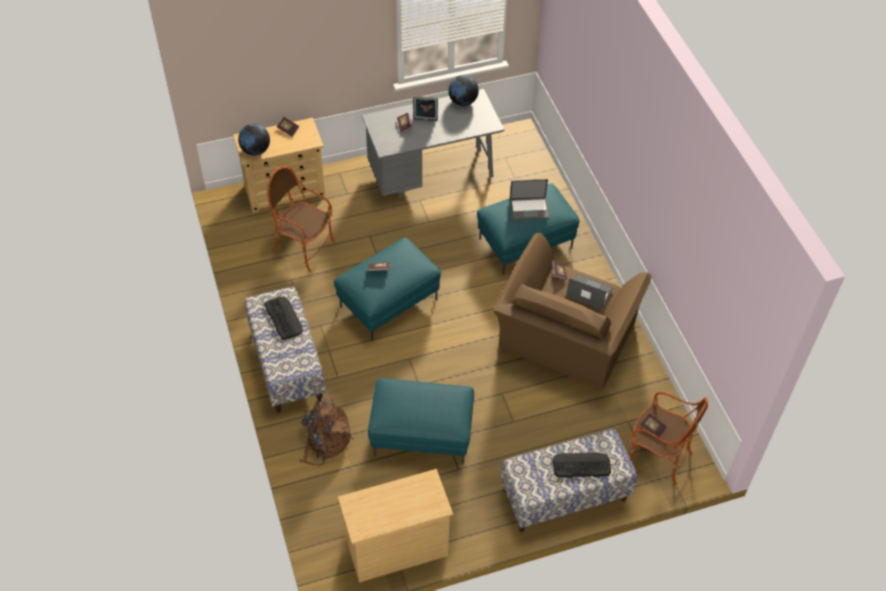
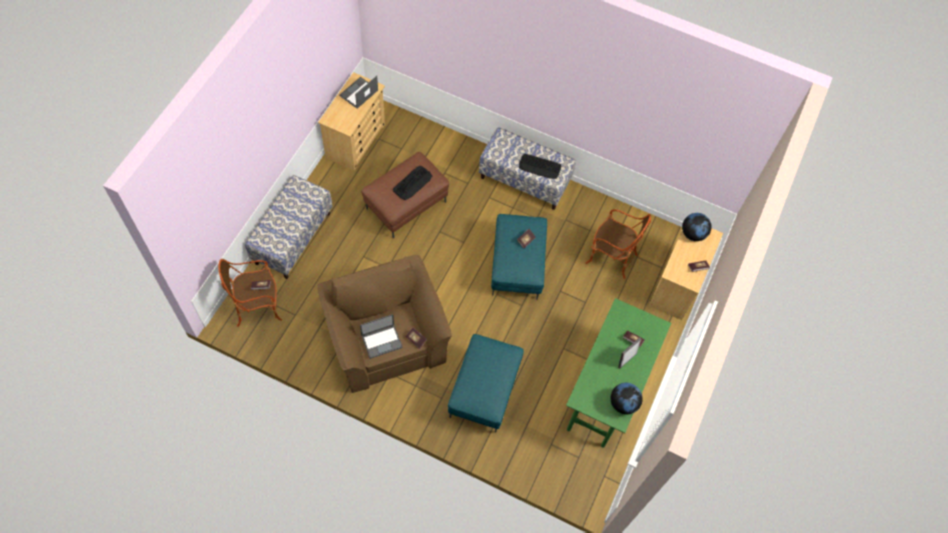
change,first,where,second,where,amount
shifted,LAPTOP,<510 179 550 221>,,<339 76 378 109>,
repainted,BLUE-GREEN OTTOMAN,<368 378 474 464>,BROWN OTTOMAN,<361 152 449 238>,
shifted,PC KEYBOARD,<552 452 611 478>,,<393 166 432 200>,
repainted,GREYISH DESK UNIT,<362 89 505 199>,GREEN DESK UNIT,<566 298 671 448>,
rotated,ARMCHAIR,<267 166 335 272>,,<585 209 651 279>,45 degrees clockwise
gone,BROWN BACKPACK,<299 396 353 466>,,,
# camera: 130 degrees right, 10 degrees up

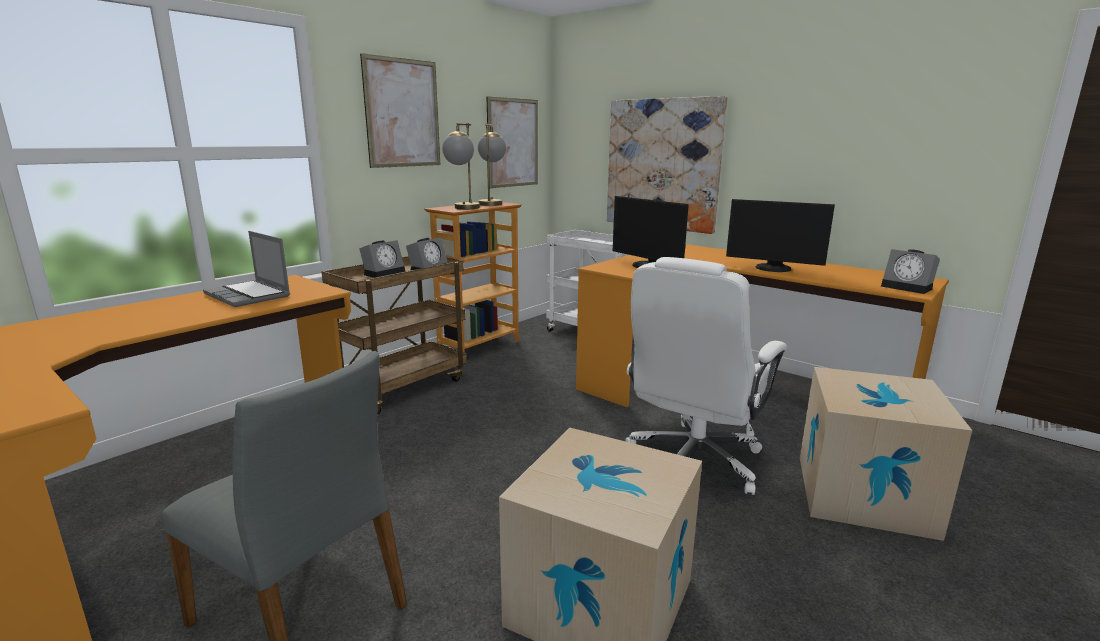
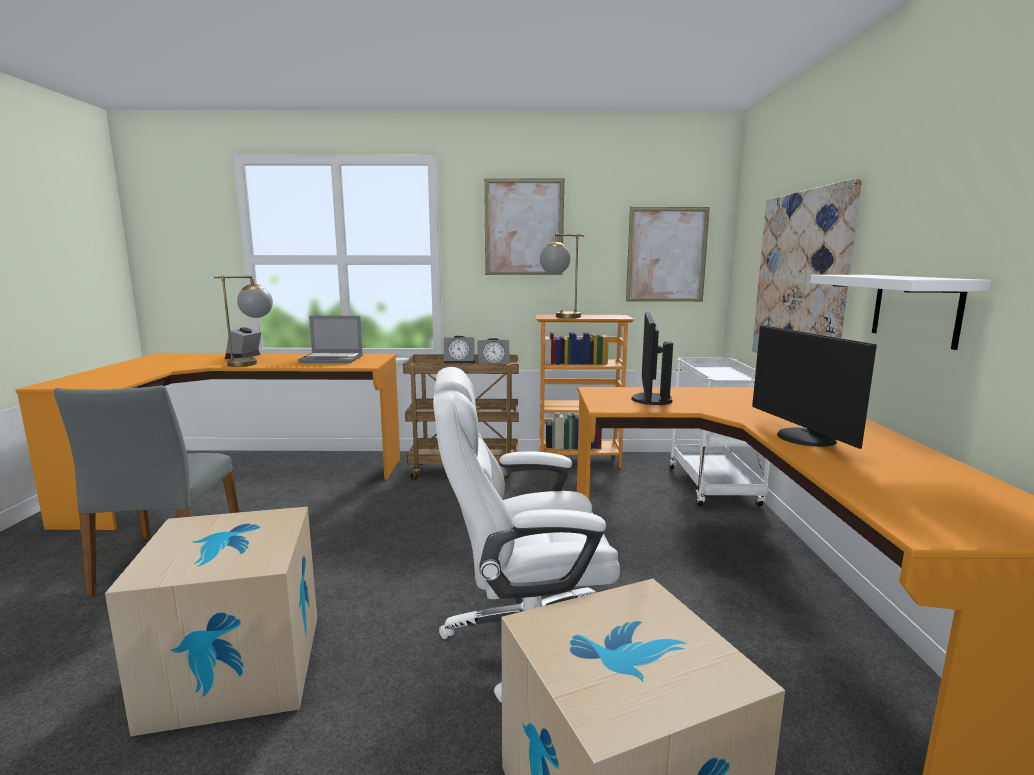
change,first,where,second,where,amount
shifted,LAMP FOR A TABLE,<478 123 506 206>,,<214 276 273 367>,
shifted,TABLE CLOCK,<881 249 940 294>,,<225 327 261 359>,
rotated,LAPTOP,<203 231 290 307>,,<298 316 363 363>,90 degrees counterclockwise
new,,,WHITE WALL SHELF,<810 275 991 350>,
# camera: 50 degrees right, 5 degrees down

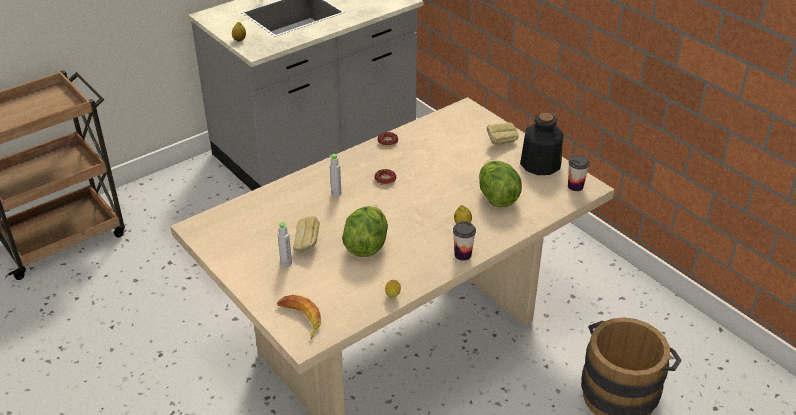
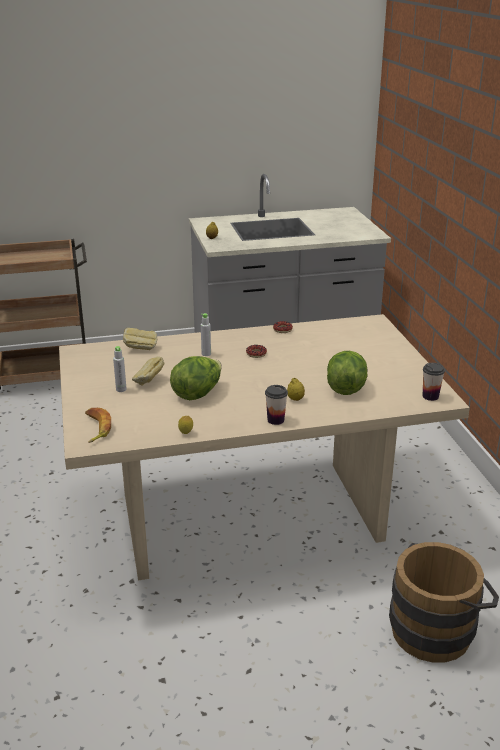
change,first,where,second,where,amount
shifted,BAKERY BREAD,<486 122 519 144>,,<123 328 157 350>,
gone,BEVERAGE BOTTLE,<520 113 563 175>,,,
# camera: 25 degrees right, 10 degrees down

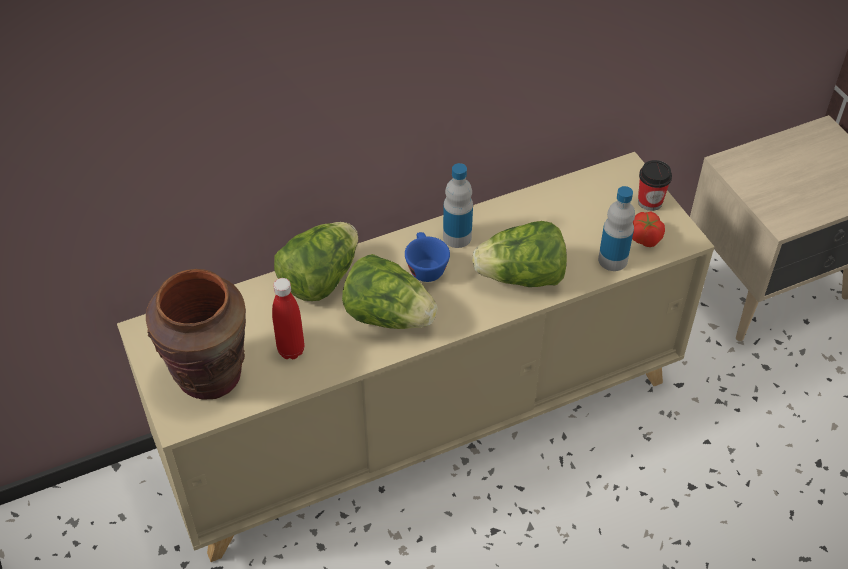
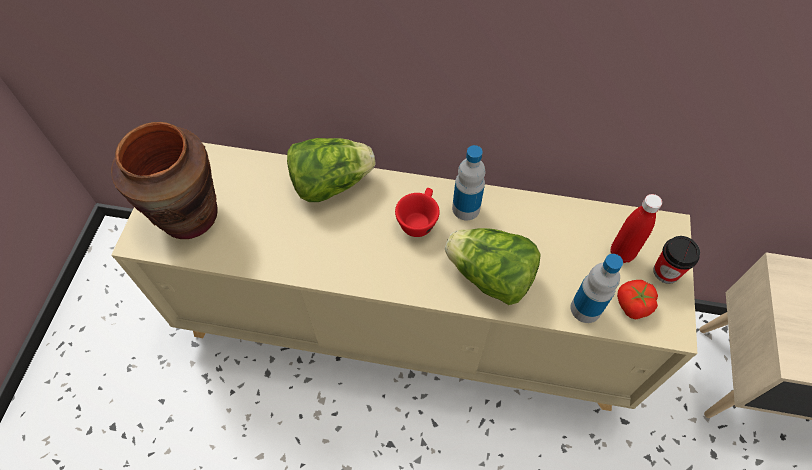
change,first,where,second,where,amount
repainted,BLUE DRINKING CUP,<405 232 450 282>,RED DRINKING CUP,<395 188 440 237>,
shifted,RED BEVERAGE BOTTLE,<272 278 304 359>,,<610 194 662 263>,
gone,HEAD OF LETTUCE,<342 254 438 329>,,,
# camera: 35 degrees right, 10 degrees up

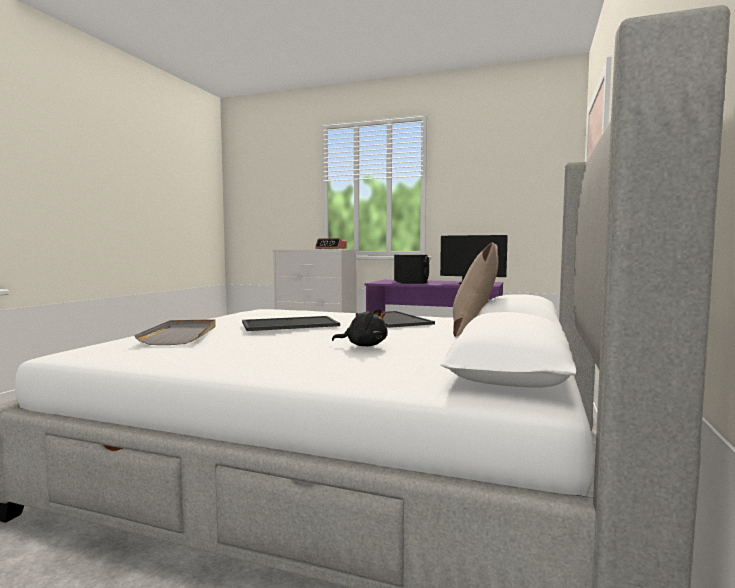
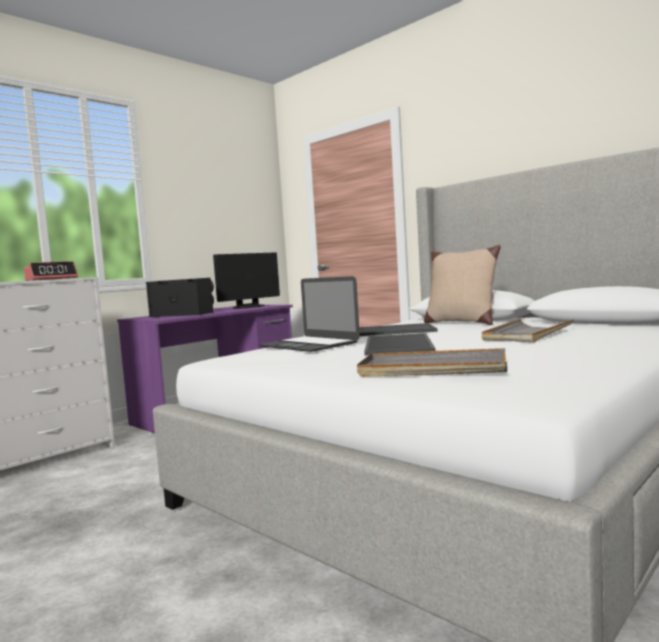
change,first,where,second,where,amount
new,,,LAPTOP,<258 276 360 352>,
swapped,BLACK-COLOURED PLUSH TOY,<332 309 388 346>,GREYISH CARRYING TRAY,<482 319 574 342>,
# camera: 65 degrees left, 0 degrees up

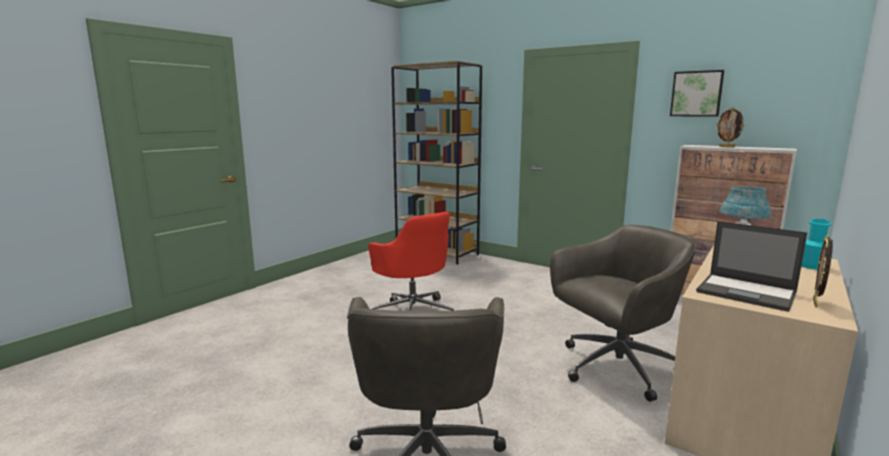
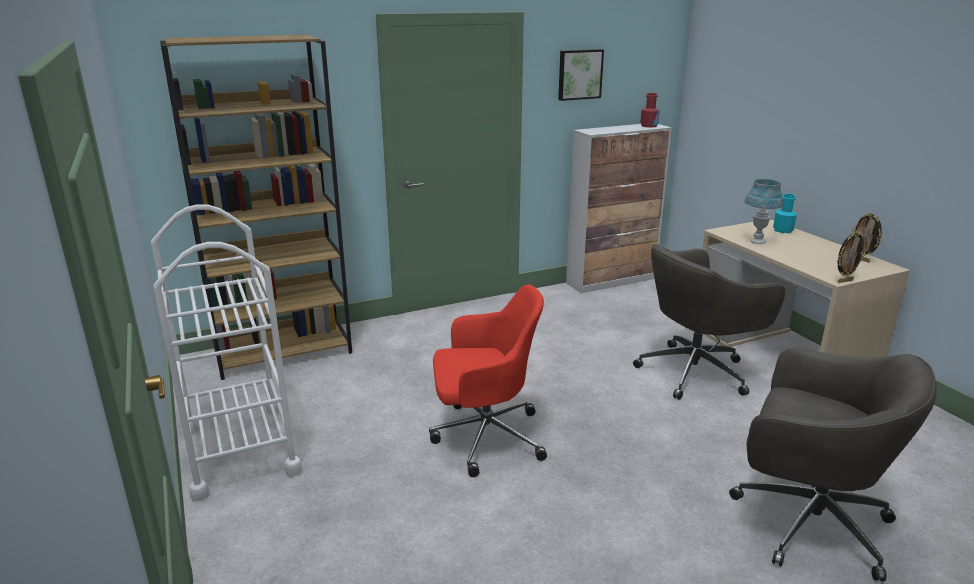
change,first,where,second,where,amount
new,,,WHITE WHEELED CART,<151 204 302 502>,
rotated,GREYISH DESK CHAIR,<550 225 697 402>,,<633 244 785 400>,120 degrees counterclockwise
new,,,RED BEVERAGE BOTTLE,<640 93 660 128>,
shifted,PICTURE FRAME,<715 107 745 147>,,<837 231 866 283>,
gone,LAPTOP,<696 221 808 312>,,,
# camera: 60 degrees left, 10 degrees up

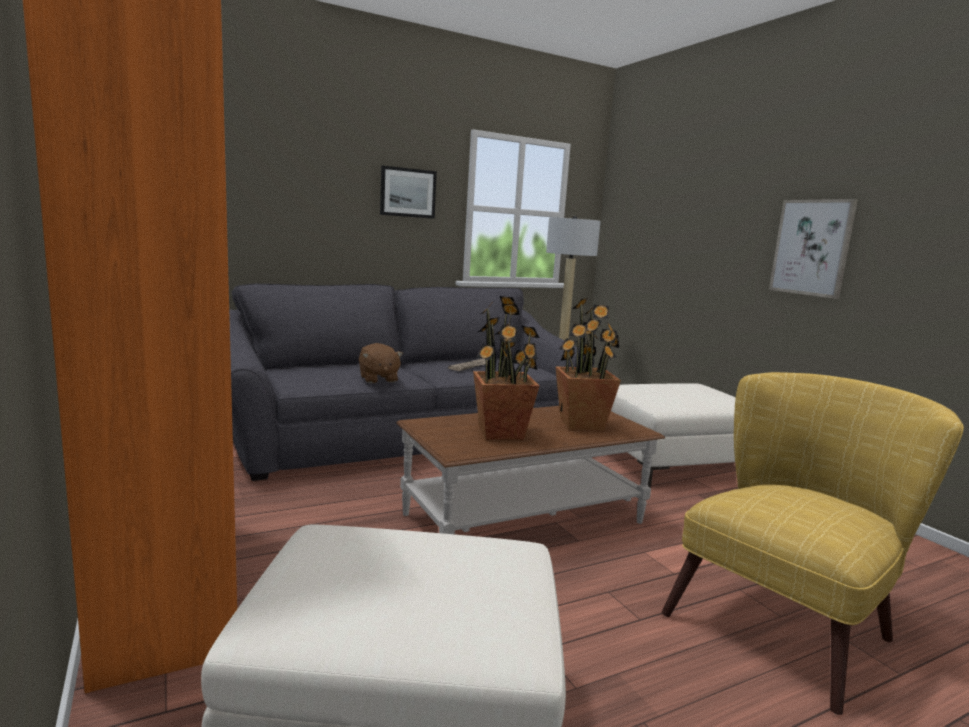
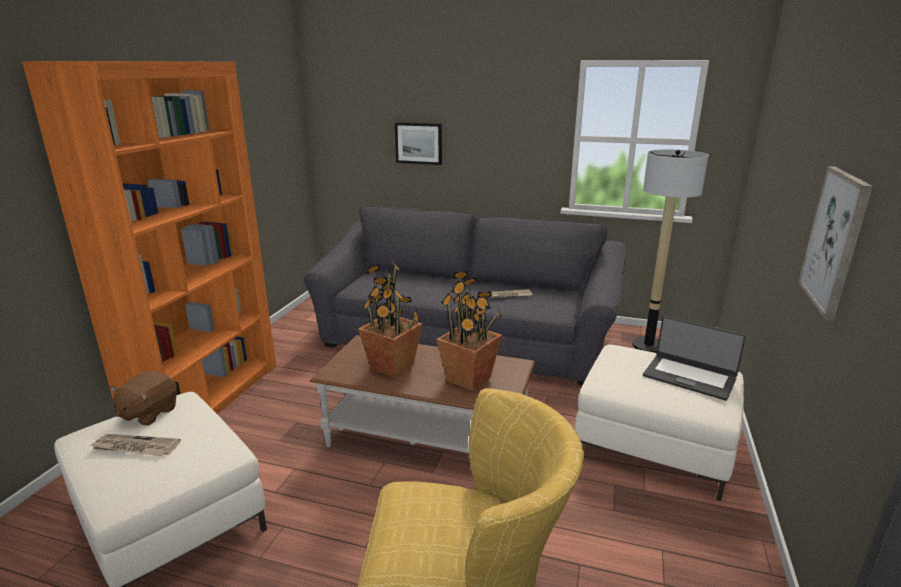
change,first,where,second,where,amount
new,,,DAILY PAPER,<91 434 181 456>,
shifted,BROWN PLUSH TOY,<359 343 403 383>,,<110 371 177 426>,
shifted,PICTURE,<380 166 437 219>,,<395 122 442 165>,
new,,,LAPTOP,<643 316 746 401>,
# camera: 45 degrees right, 10 degrees up

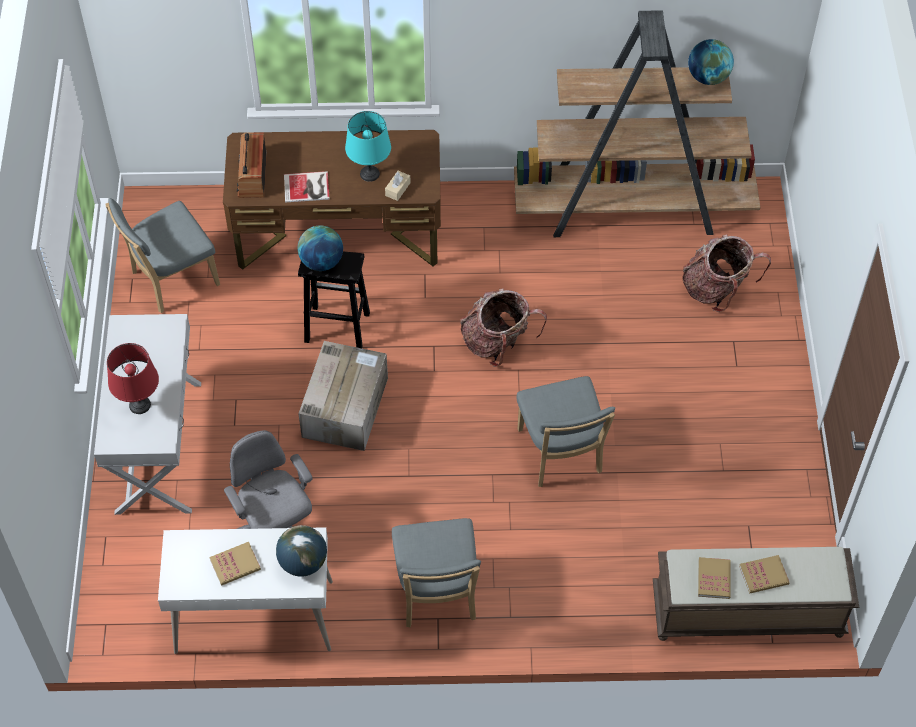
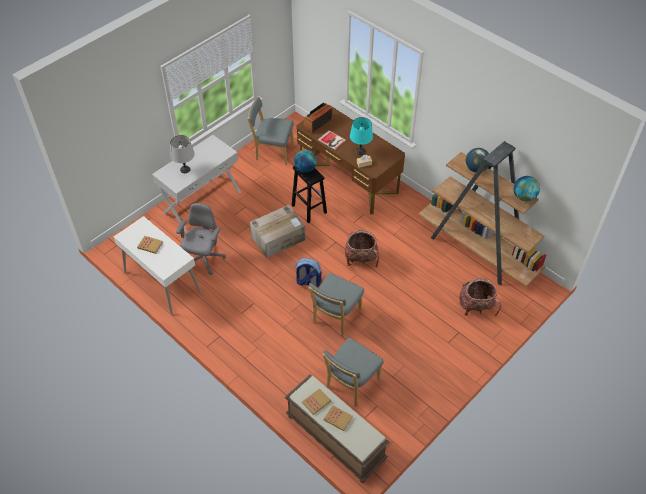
change,first,where,second,where,amount
repainted,RED LAMP FOR A TABLE,<107 343 159 414>,GREYISH LAMP FOR A TABLE,<170 135 195 173>,
new,,,BACKPACK,<295 258 322 287>,
shifted,GREYISH CHAIR,<392 518 481 628>,,<322 338 384 407>,
shifted,WORLD GLOBE,<276 525 327 577>,,<466 148 490 172>,
# camera: 45 degrees right, 5 degrees down

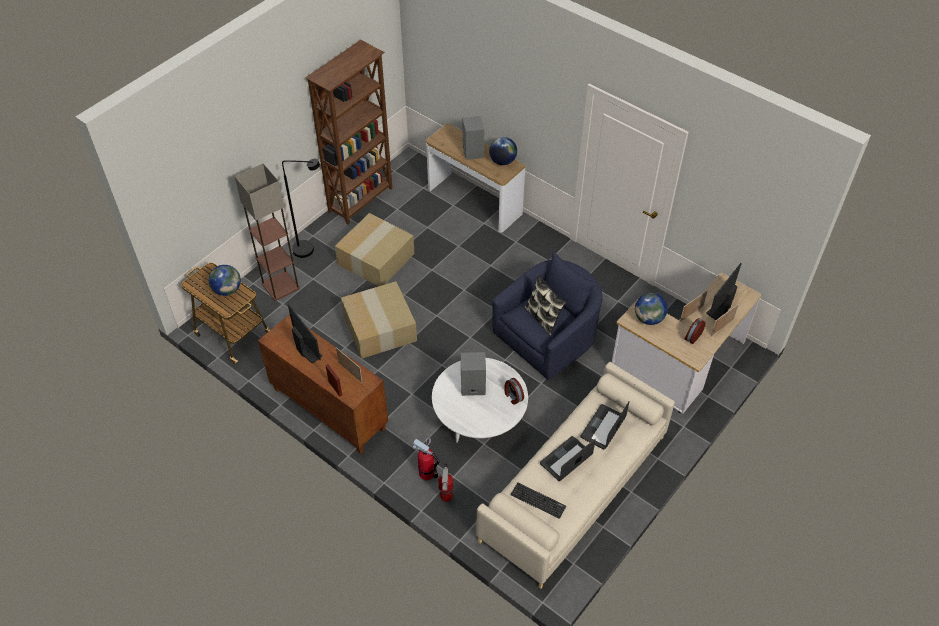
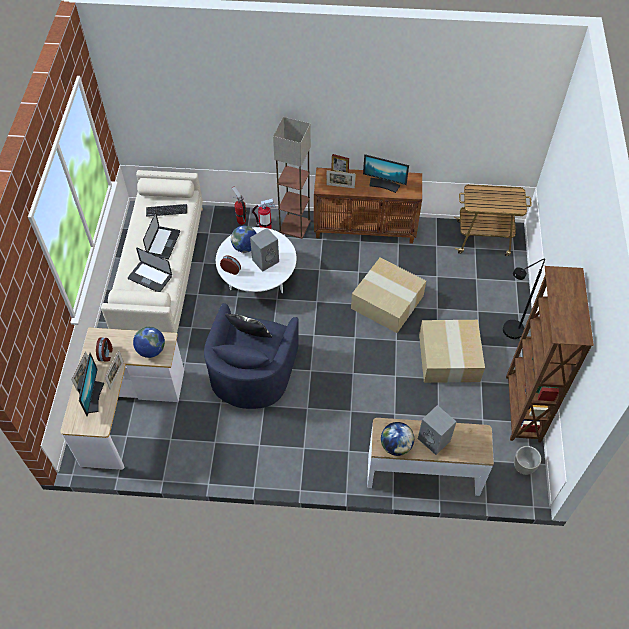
change,first,where,second,where,amount
rotated,LAPTOP,<580 401 630 450>,,<128 247 172 292>,120 degrees clockwise
shifted,WORLD GLOBE,<209 265 241 296>,,<231 226 257 253>,
shifted,STANDING LAMP,<234 163 300 301>,,<273 117 311 239>,
new,,,GREYISH FLOWER POT,<514 446 541 475>,
# camera: 145 degrees right, 5 degrees up

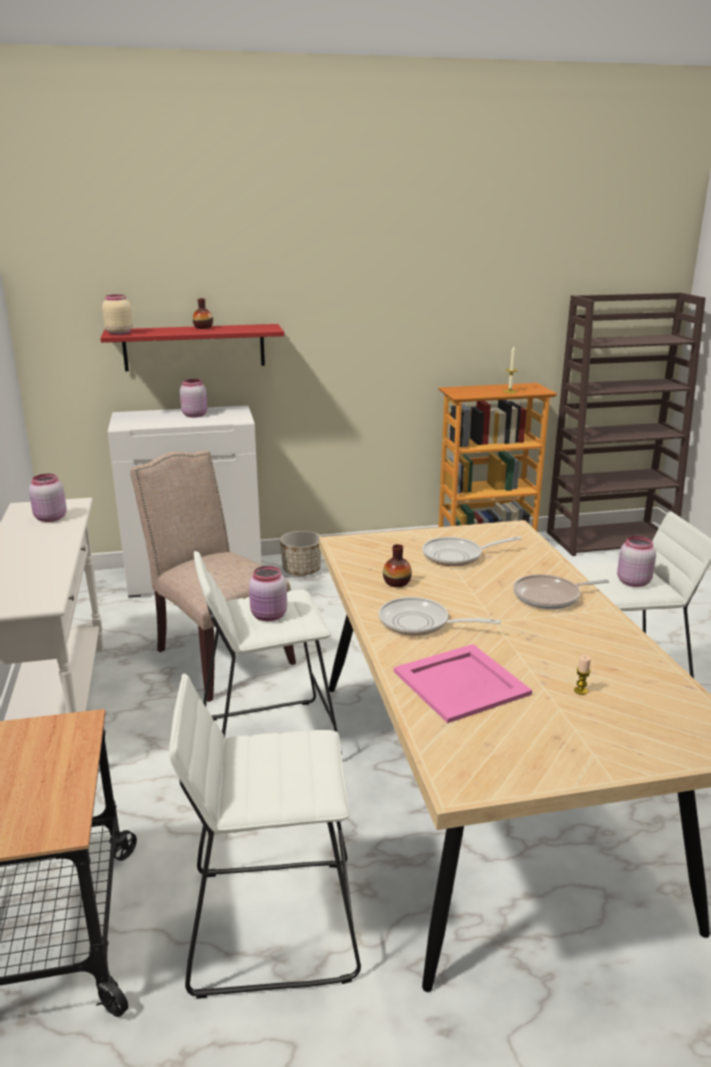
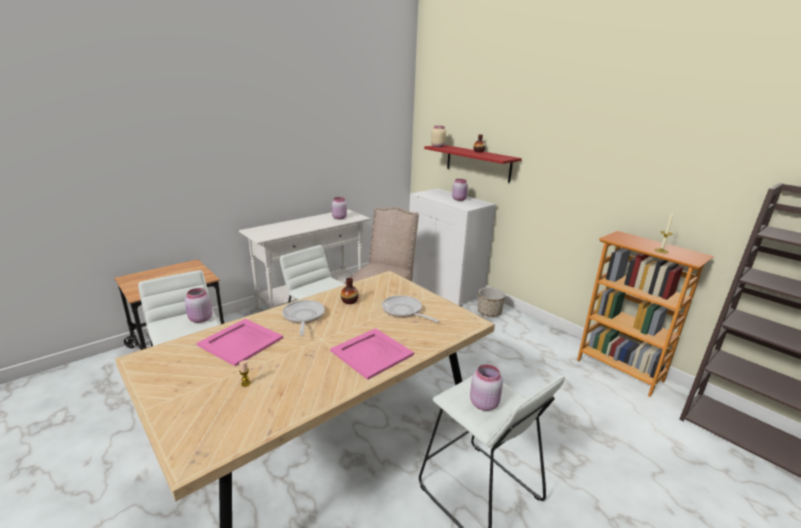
change,first,where,second,where,amount
shifted,PINKISH STORAGE JAR,<249 566 287 621>,,<185 288 212 323>,
swapped,SKILLET,<513 574 609 610>,PINKISH CARRYING TRAY,<330 328 414 380>,
# camera: 60 degrees right, 0 degrees up

